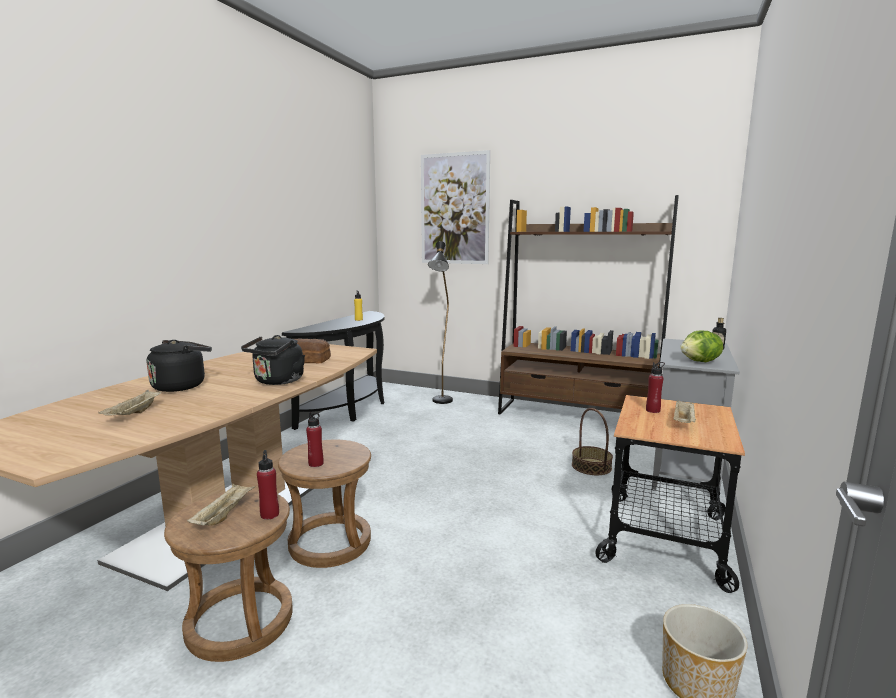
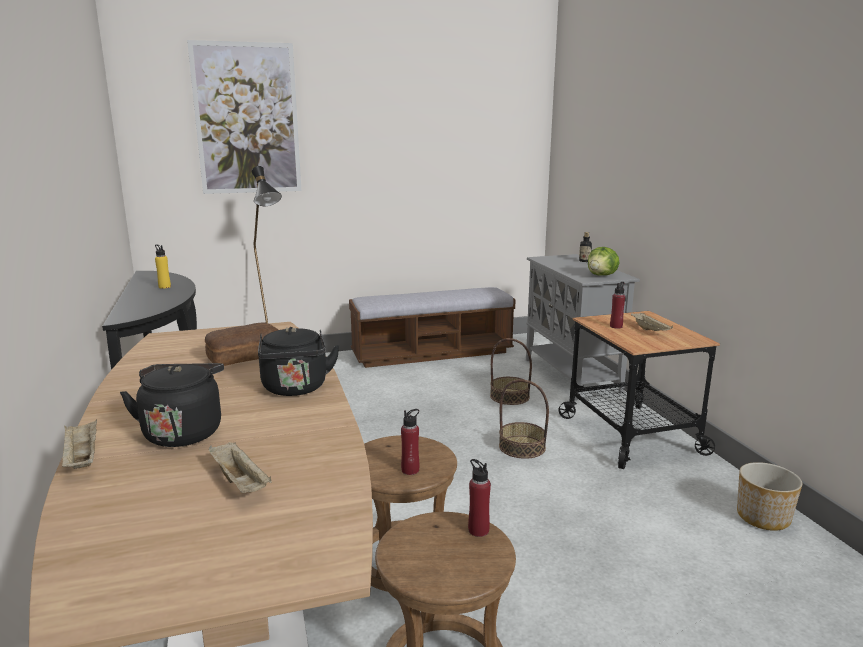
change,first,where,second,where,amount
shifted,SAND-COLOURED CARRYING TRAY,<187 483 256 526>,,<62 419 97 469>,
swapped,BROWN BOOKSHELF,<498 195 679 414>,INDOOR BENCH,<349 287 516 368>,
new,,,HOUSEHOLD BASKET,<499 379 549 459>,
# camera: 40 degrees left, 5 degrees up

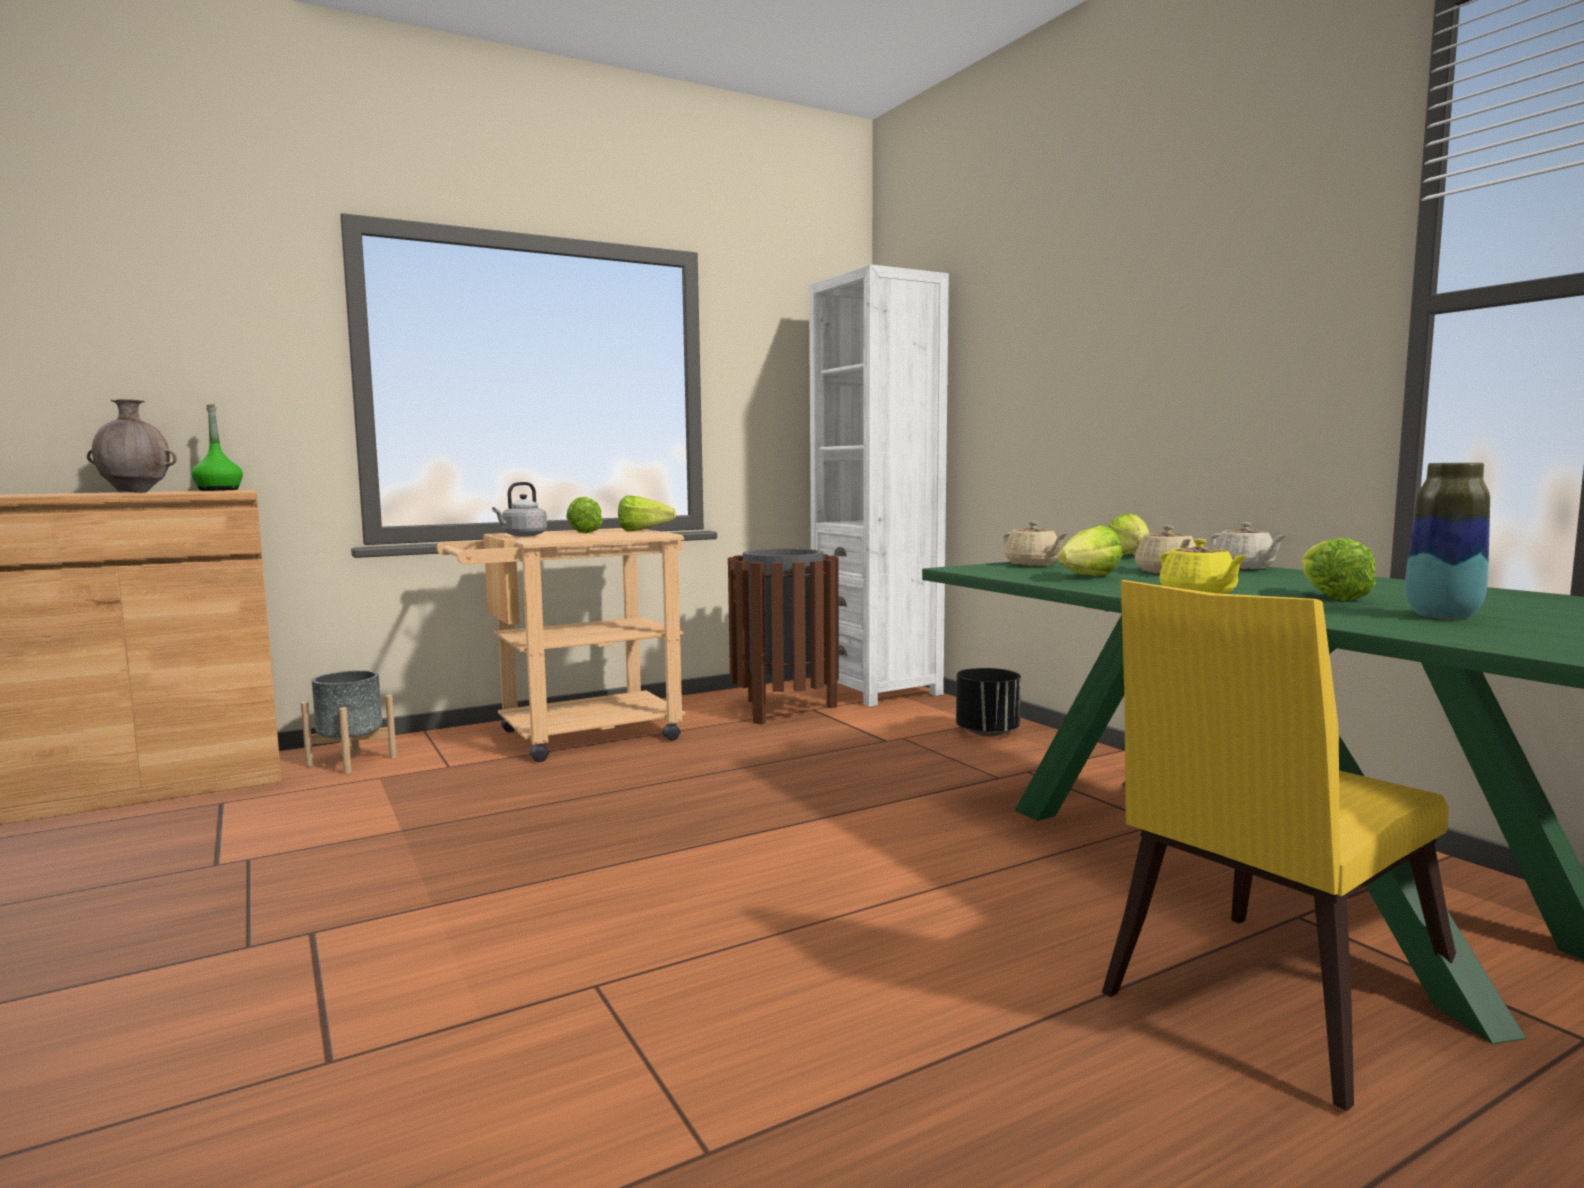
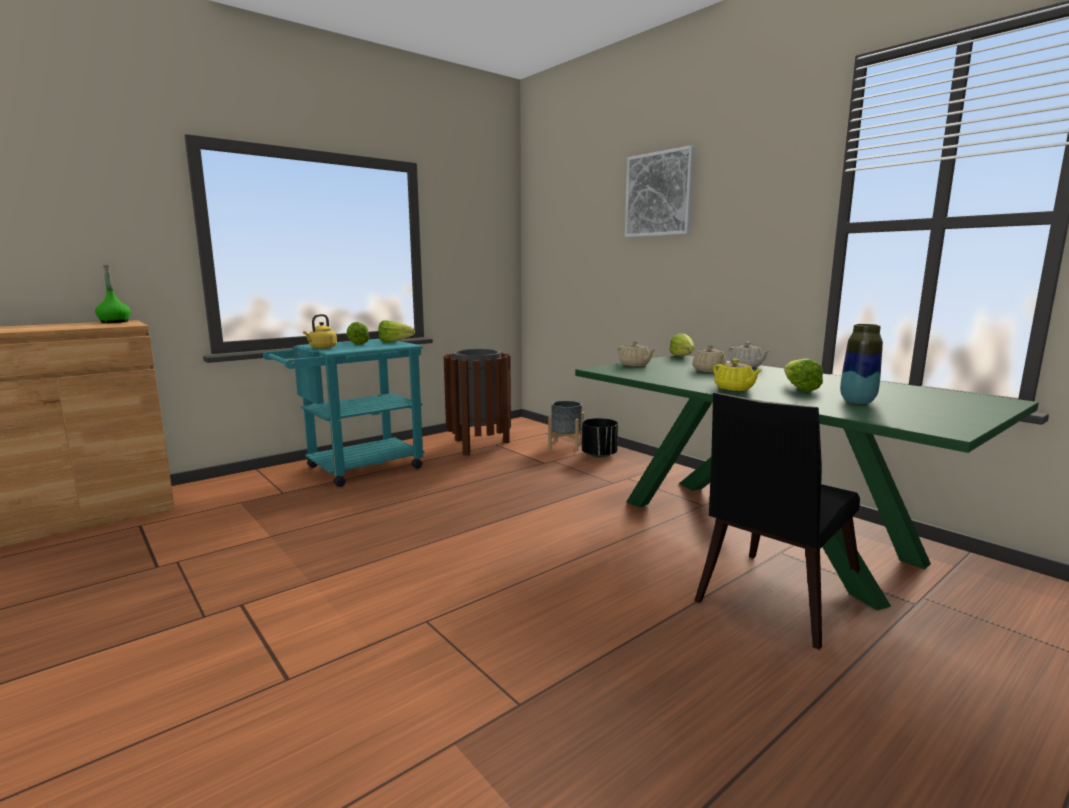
change,first,where,second,where,amount
repainted,SAND-COLOURED WHEELED CART,<437 528 686 762>,BLUE-GREEN WHEELED CART,<263 339 425 487>,
repainted,GREYISH KETTLE,<492 482 547 536>,YELLOW-COLOURED KETTLE,<303 314 337 349>,
shifted,GREYISH FLOWER POT,<301 670 397 774>,,<548 401 584 451>,
new,,,PICTURE,<625 145 695 237>,
repainted,YELLOW-COLOURED CHAIR,<1102 580 1456 1111>,BLACK-COLOURED CHAIR,<694 392 860 650>,
gone,BROWN VASE,<87 399 177 493>,,,
gone,WHITE BOOKSHELF,<809 264 949 707>,,,
gone,HEAD OF LETTUCE,<1058 525 1123 576>,,,
# camera: 10 degrees left, 5 degrees up

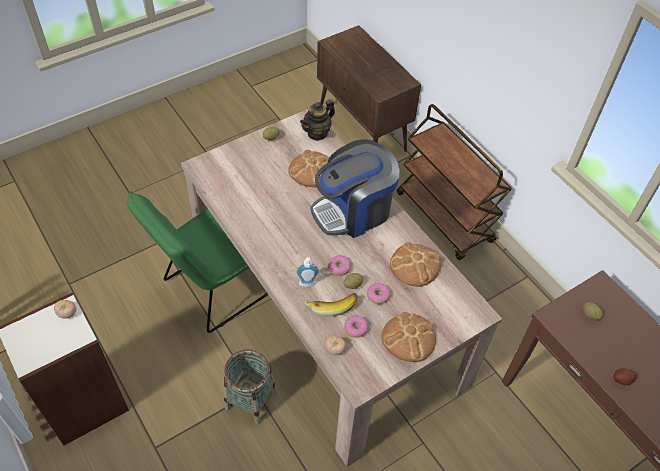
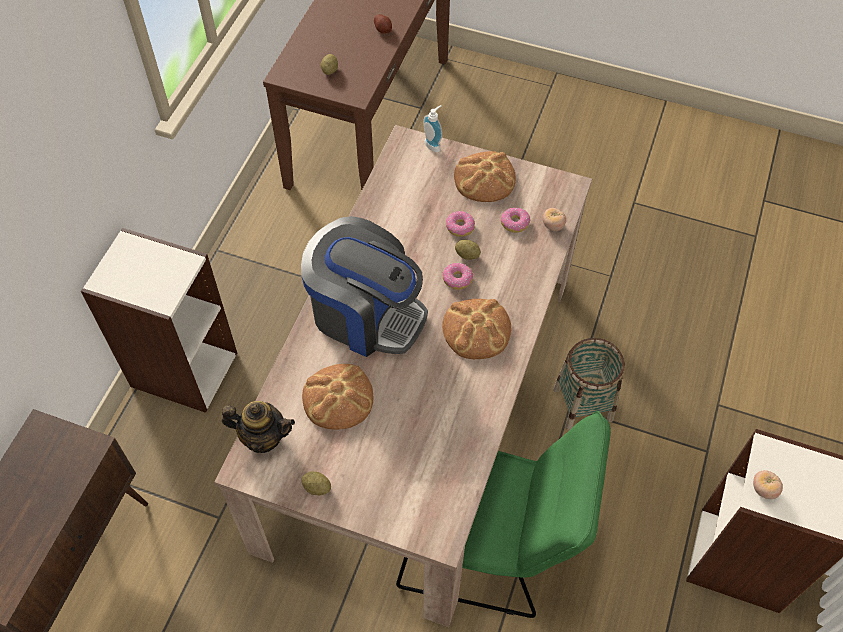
change,first,where,second,where,amount
swapped,BROWN WHEELED CART,<397 104 512 260>,BOOKSHELF,<81 228 237 413>,
shifted,SOAP DISPENSER,<296 257 319 287>,,<423 105 442 152>,
shifted,BAKERY BREAD,<390 242 441 287>,,<442 299 511 359>,
gone,BANANA,<305 293 358 317>,,,
# camera: 125 degrees left, 5 degrees up

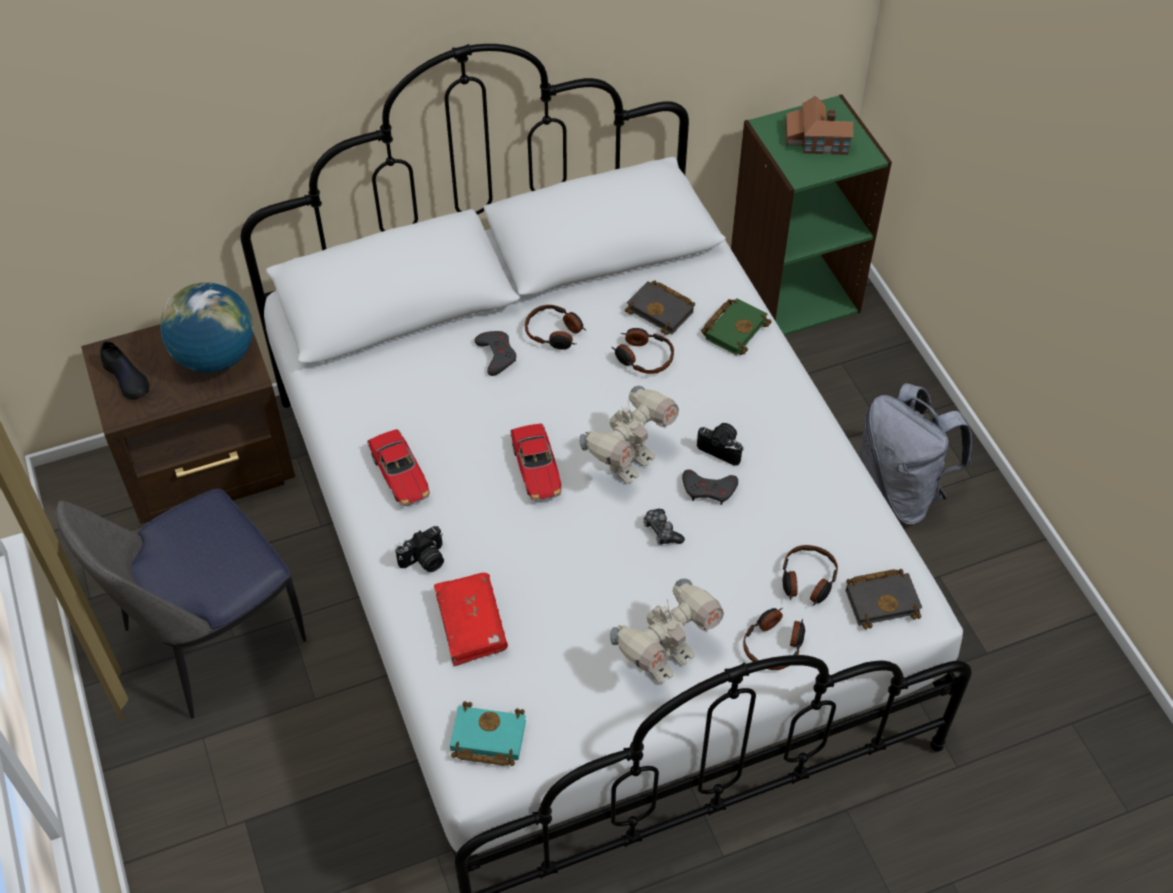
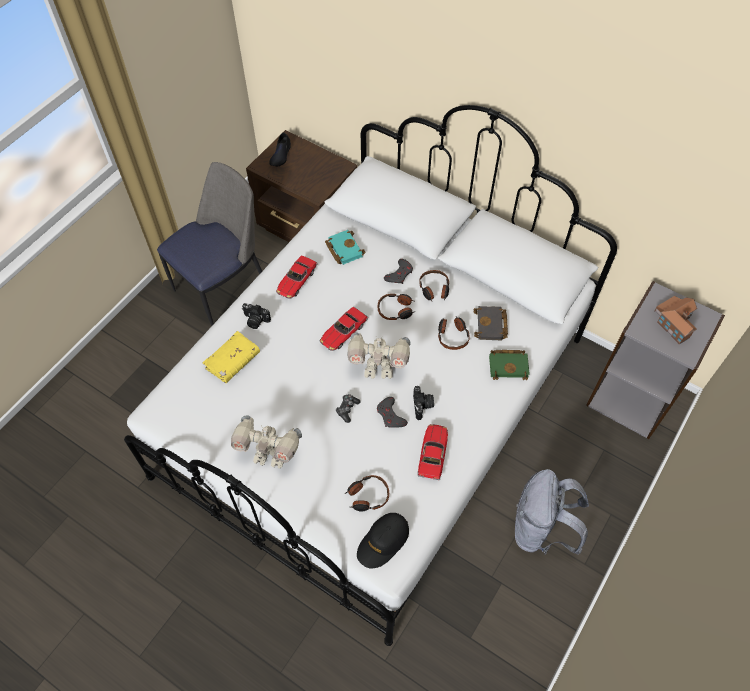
change,first,where,second,where,amount
rotated,CHAIR,<56 489 306 719>,,<157 162 262 326>,120 degrees clockwise
repainted,RED BOUND BOOK,<434 573 508 666>,YELLOW-COLOURED BOUND BOOK,<203 331 260 383>,
shifted,BLUE-GREEN BOUND BOOK,<450 701 526 766>,,<325 230 366 265>,
swapped,BLACK-COLOURED BOUND BOOK,<846 569 922 629>,BLACK-COLOURED CAP,<357 513 409 568>,
shifted,HEADPHONES,<743 608 805 670>,,<378 294 416 320>,
new,,,MINIATURE CAR,<418 424 448 480>,
repainted,GREEN BOOKSHELF,<731 94 892 336>,GREYISH BOOKSHELF,<586 281 725 439>,
gone,WORLD GLOBE,<160 282 254 373>,,,
# camera: 55 degrees right, 5 degrees up

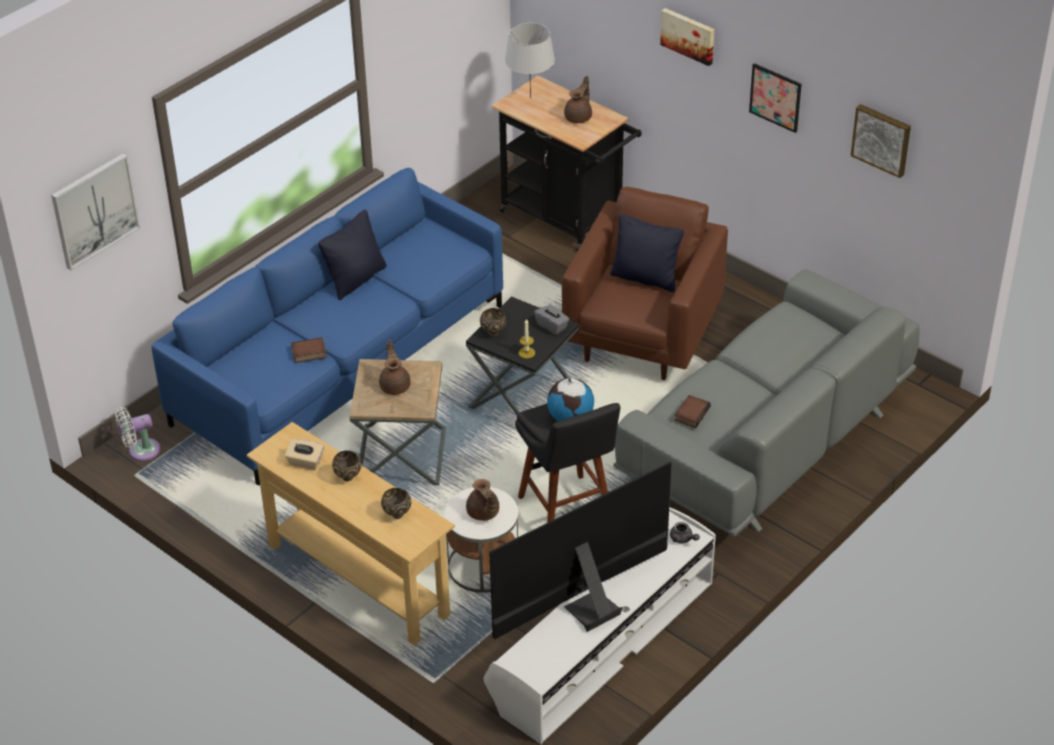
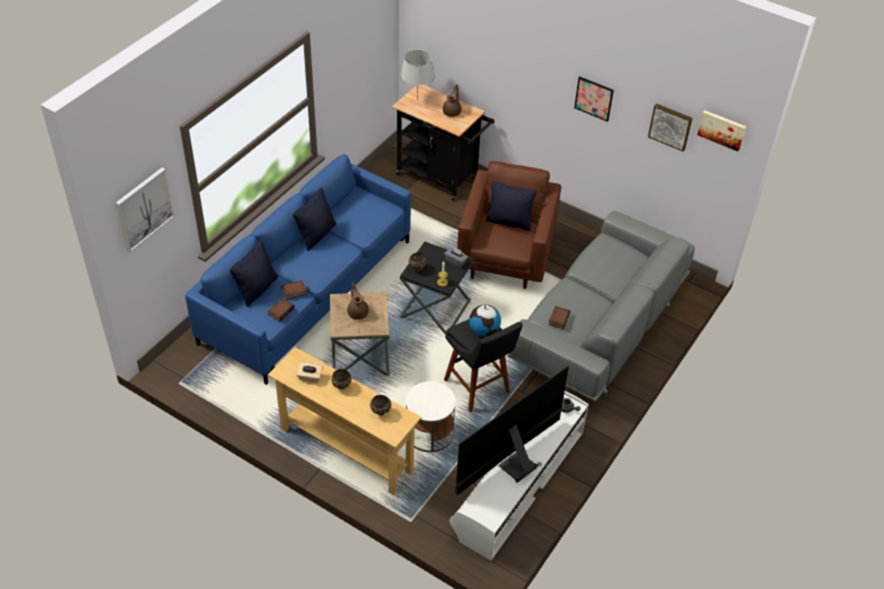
change,first,where,second,where,amount
new,,,BLACK-COLOURED PILLOW,<230 240 278 307>,
new,,,BOUND BOOK,<267 298 295 322>,
shifted,PICTURE,<660 8 714 66>,,<697 110 746 151>,
gone,WHITE COOLING FAN,<115 407 160 461>,,,
gone,BROWN POT FOR TEA,<466 479 499 521>,,,
# camera: 10 degrees left, 5 degrees up

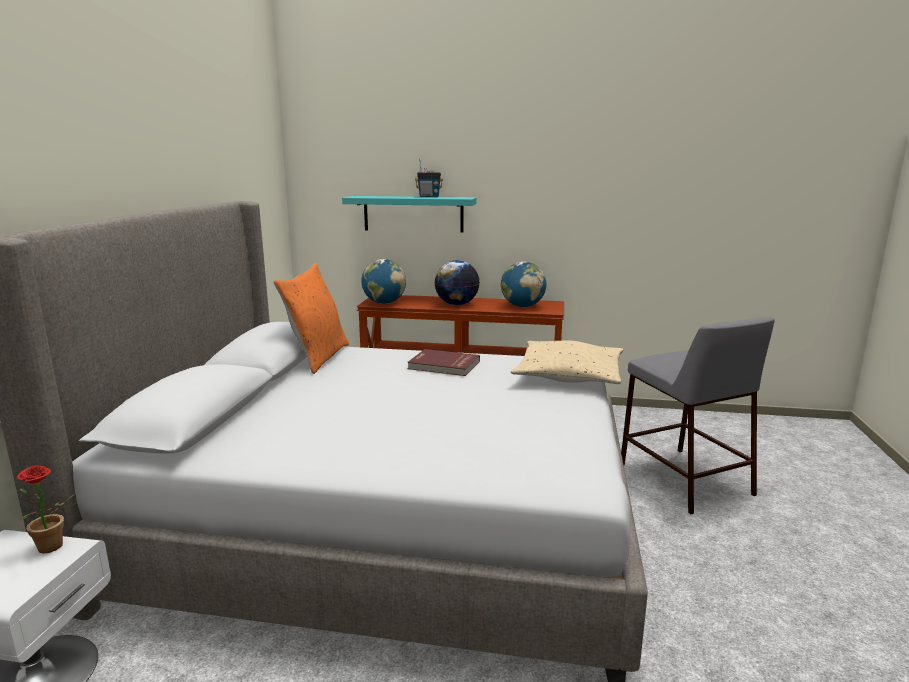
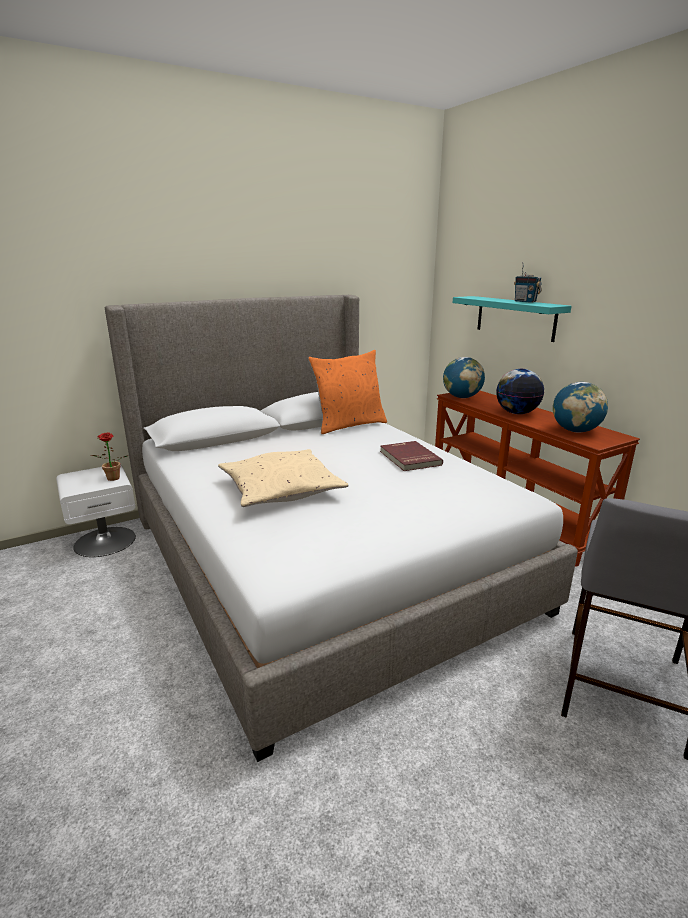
change,first,where,second,where,amount
shifted,SAND-COLOURED PILLOW,<511 341 623 384>,,<218 449 348 507>,
# camera: 50 degrees right, 5 degrees up

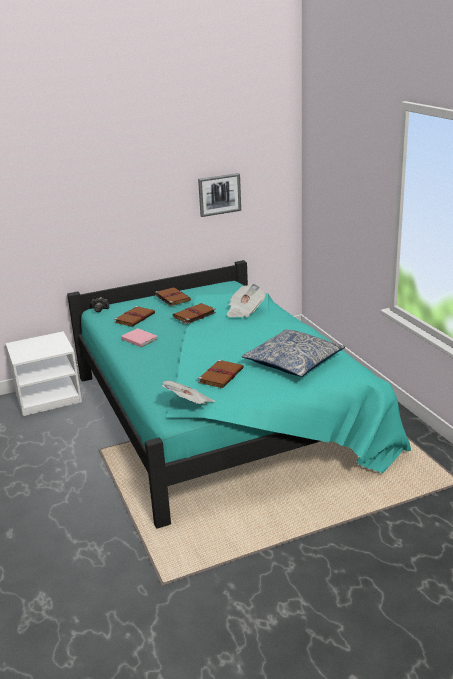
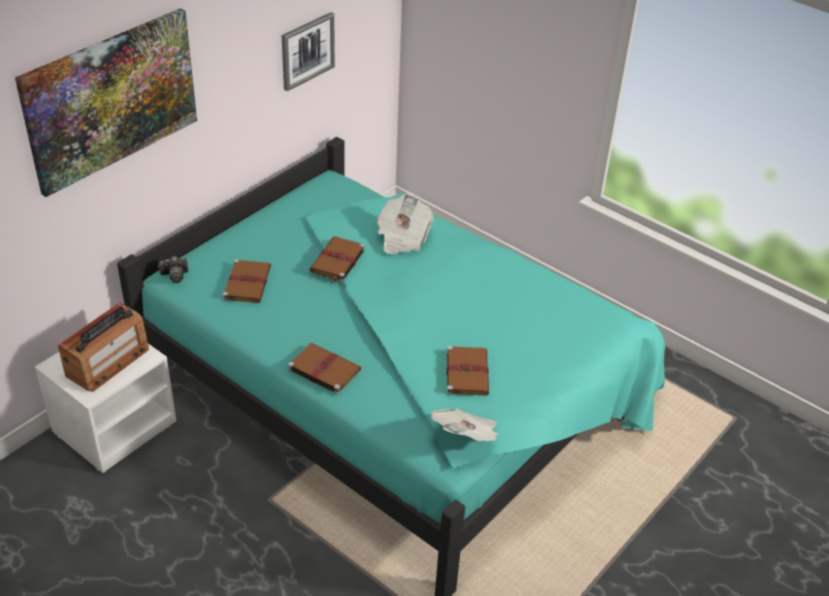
change,first,where,second,where,amount
new,,,PICTURE,<15 8 197 197>,
new,,,RADIO RECEIVER,<58 302 149 392>,
shifted,BROWN BOUND BOOK,<155 287 191 306>,,<288 343 361 394>,
gone,PINKISH BOUND BOOK,<121 328 157 347>,,,
gone,PILLOW,<242 330 345 377>,,,
# camera: 30 degrees left, 15 degrees up

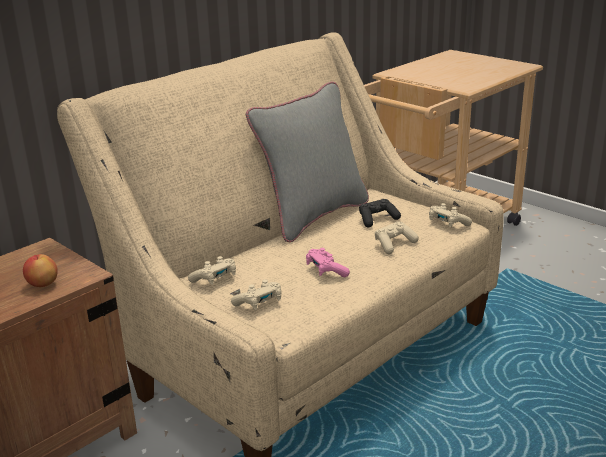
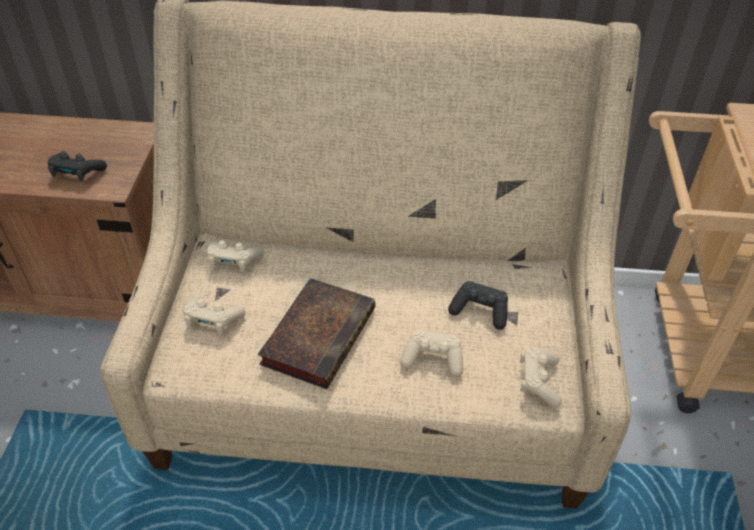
change,first,where,second,where,amount
swapped,APPLE FRUIT,<23 254 58 287>,BLACK-COLOURED GAME CONTROLLER,<48 151 107 182>,
swapped,PINKISH GAME CONTROLLER,<306 248 350 277>,BOUND BOOK,<258 278 375 389>,
gone,GREYISH PILLOW,<246 81 369 242>,,,
# camera: 50 degrees right, 20 degrees up

